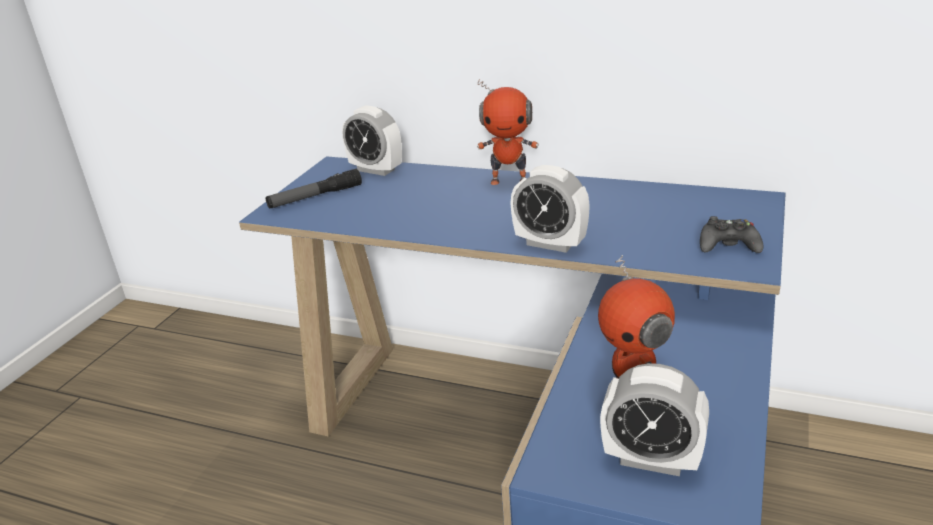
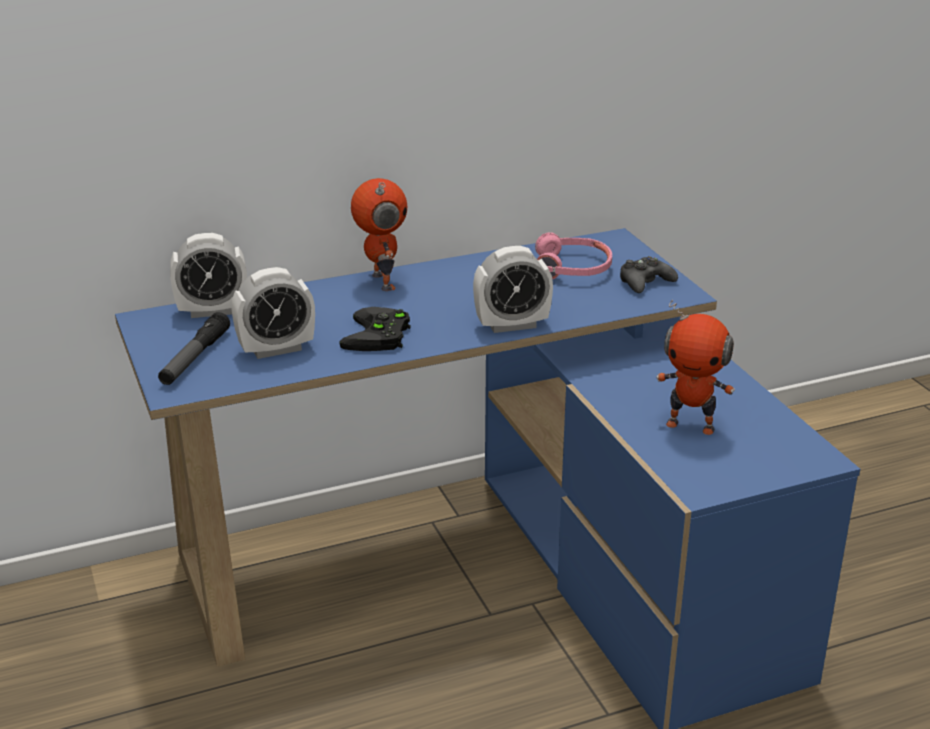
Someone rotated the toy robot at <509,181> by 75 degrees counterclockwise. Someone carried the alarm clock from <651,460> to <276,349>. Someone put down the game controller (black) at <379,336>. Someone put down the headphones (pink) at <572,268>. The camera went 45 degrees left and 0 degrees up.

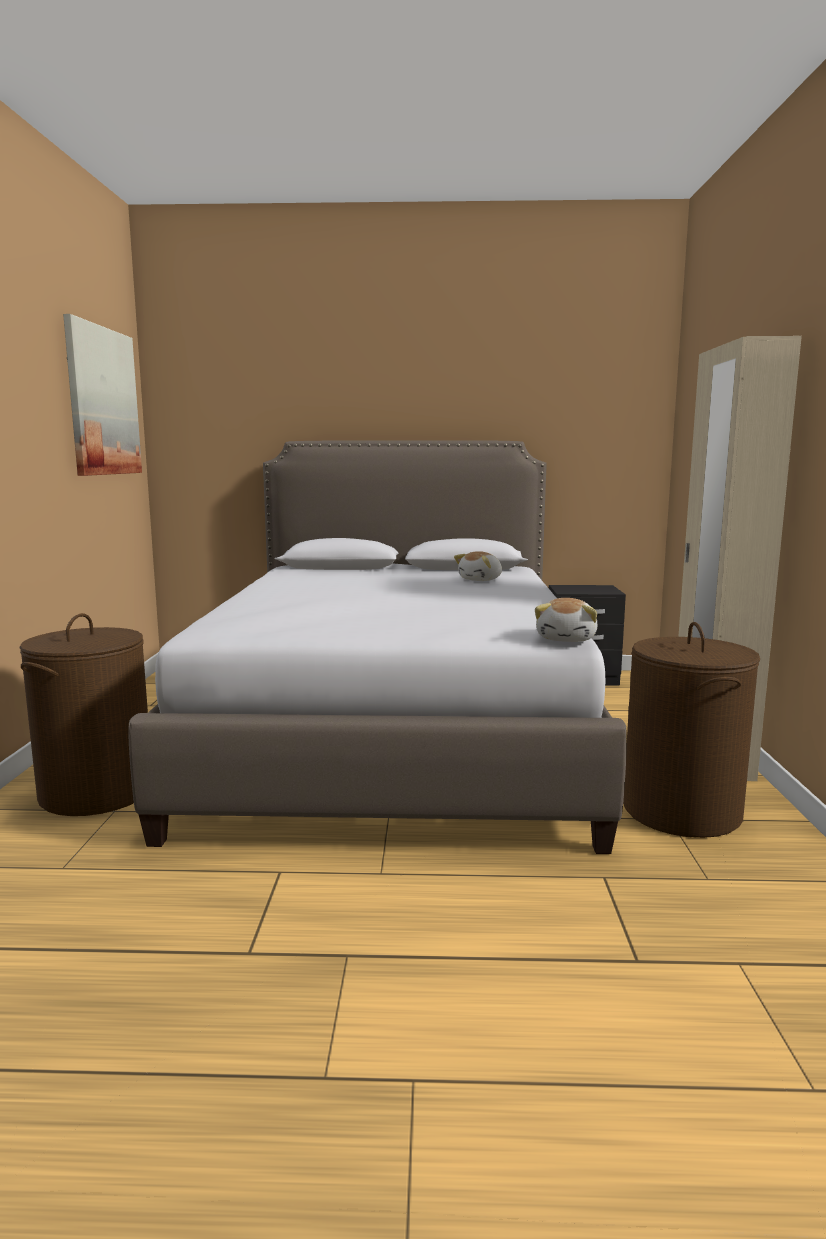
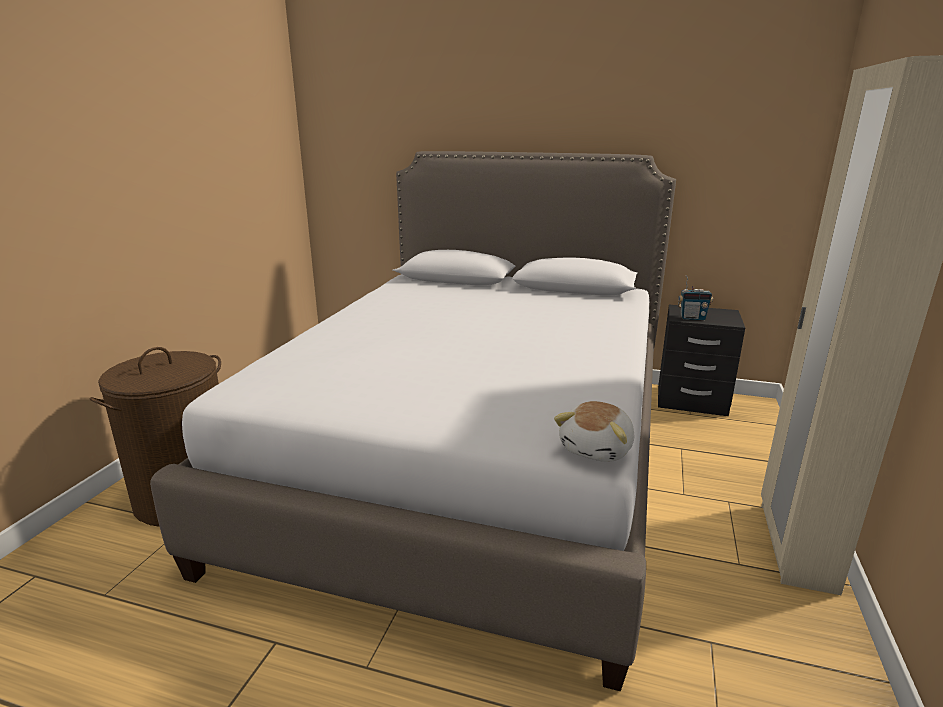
Someone took away the picture at <102,401>. Someone took away the plush toy at <481,580>. Someone took away the laundry basket (brown) at <682,811>. Someone put down the radio at <692,318>. The camera went 15 degrees right and 10 degrees up.

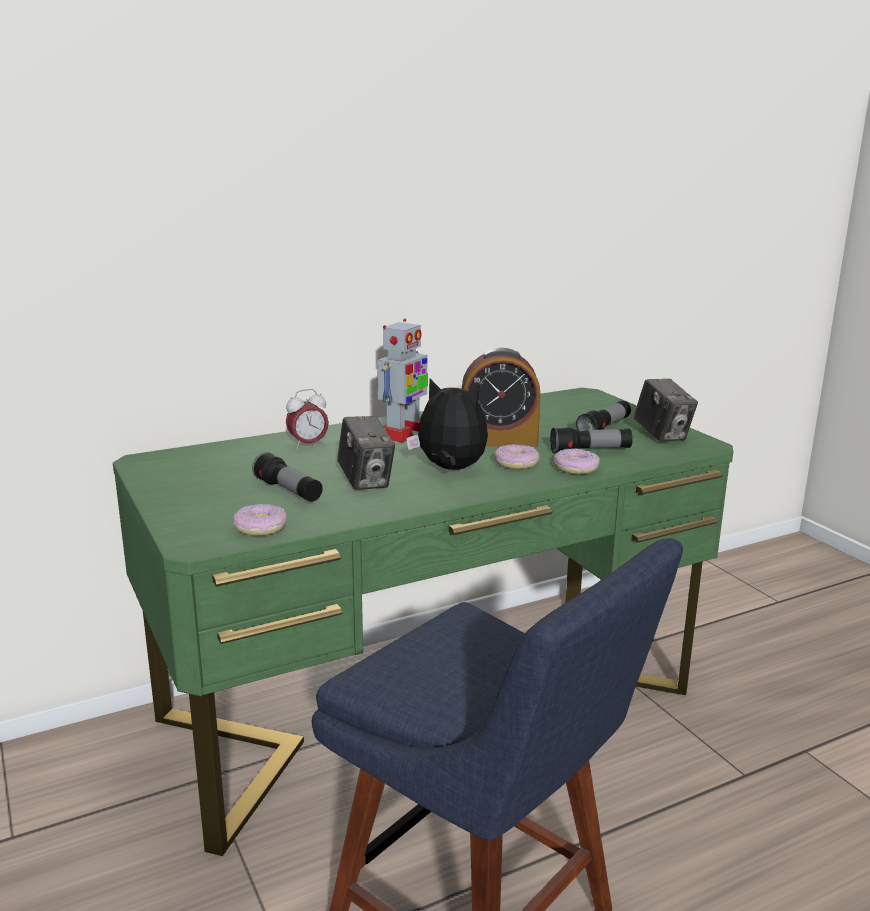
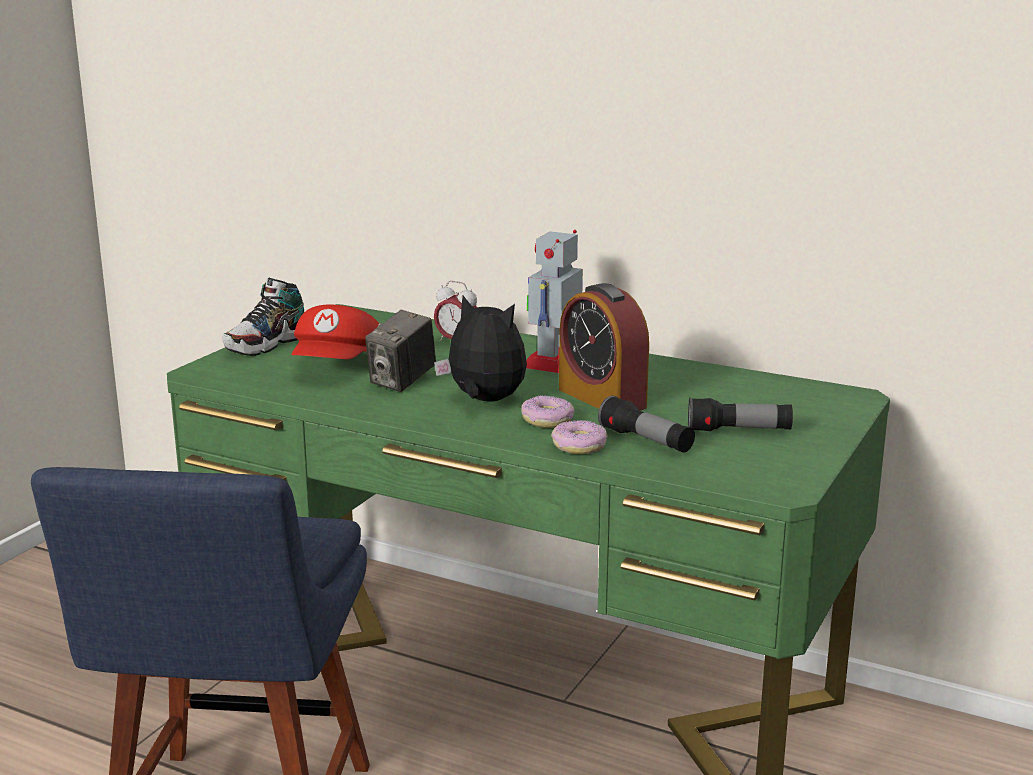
Someone took away the donut at <260,527>. Someone swapped the flashlight at <288,491> for the cap (red) at <340,366>. Someone rotated the toy robot at <403,432> by 120 degrees clockwise. Someone rotated the plush toy at <450,469> by 45 degrees counterclockwise. Someone took away the photo camera at <662,435>. Someone put down the shoe at <267,344>. The camera went 55 degrees right and 0 degrees up.

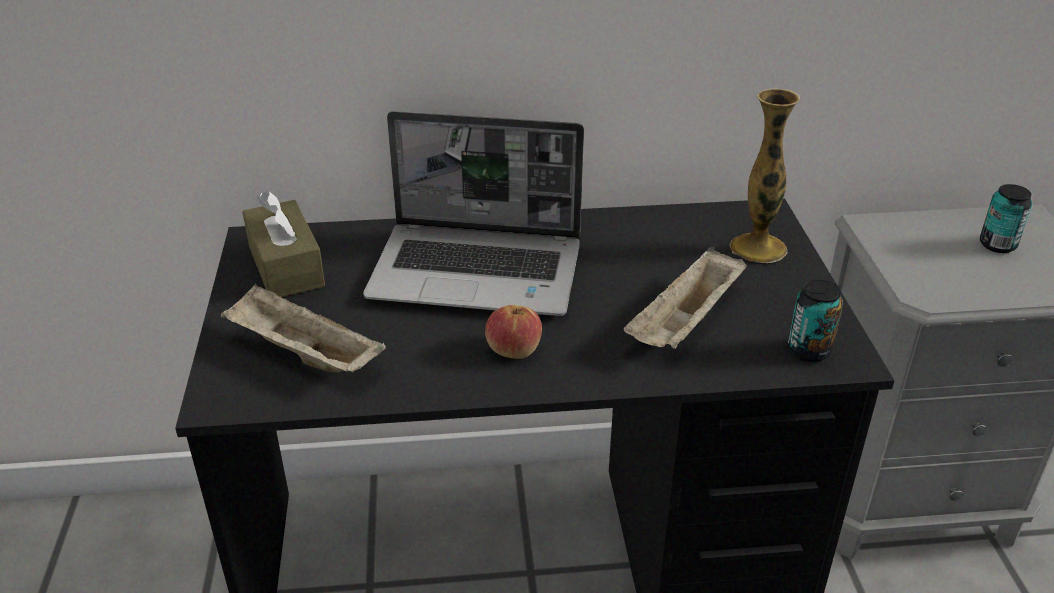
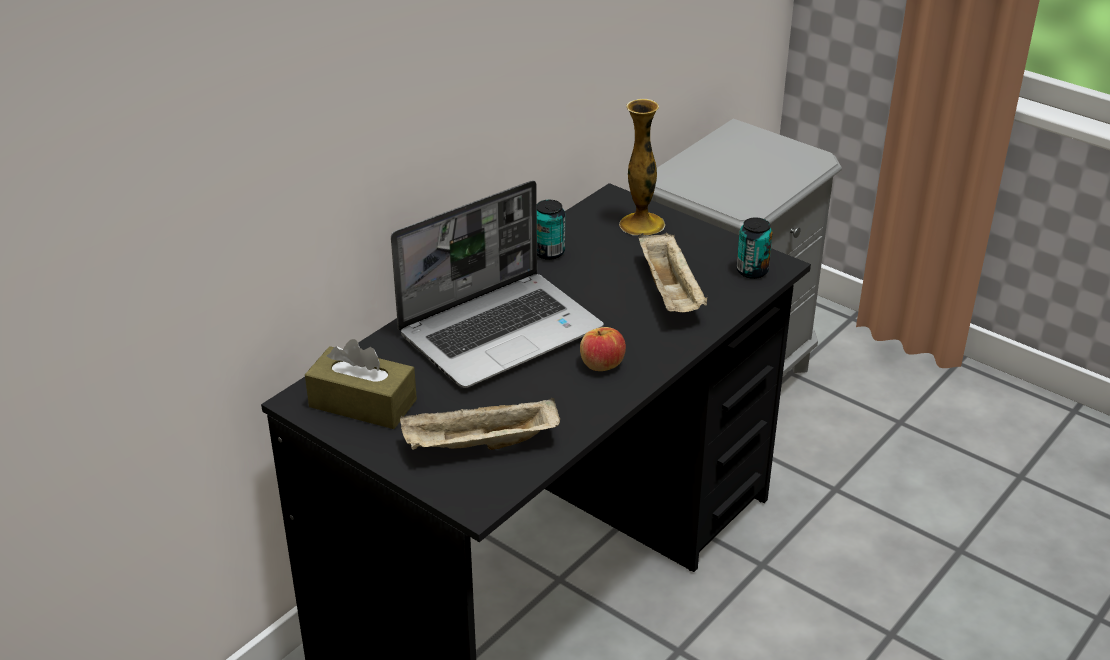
Someone carried the can from <997,245> to <549,252>. The camera went 45 degrees left and 0 degrees up.

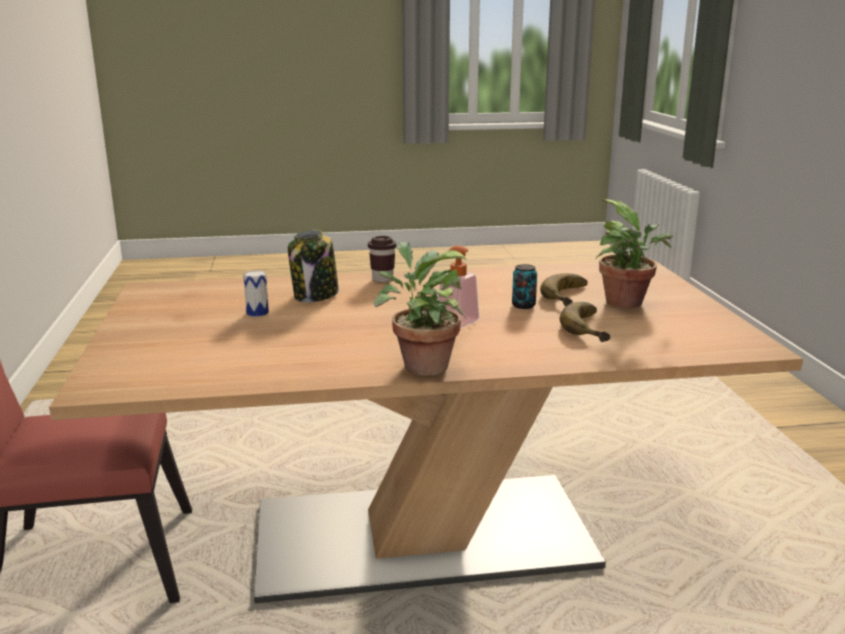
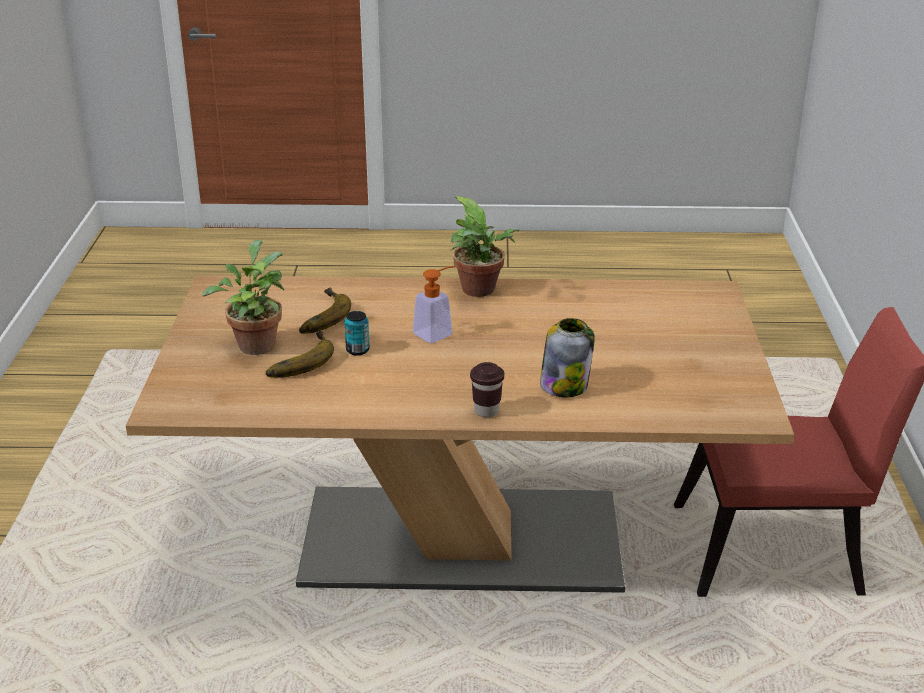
Someone took away the can at <257,313>. The camera went 170 degrees left and 10 degrees up.

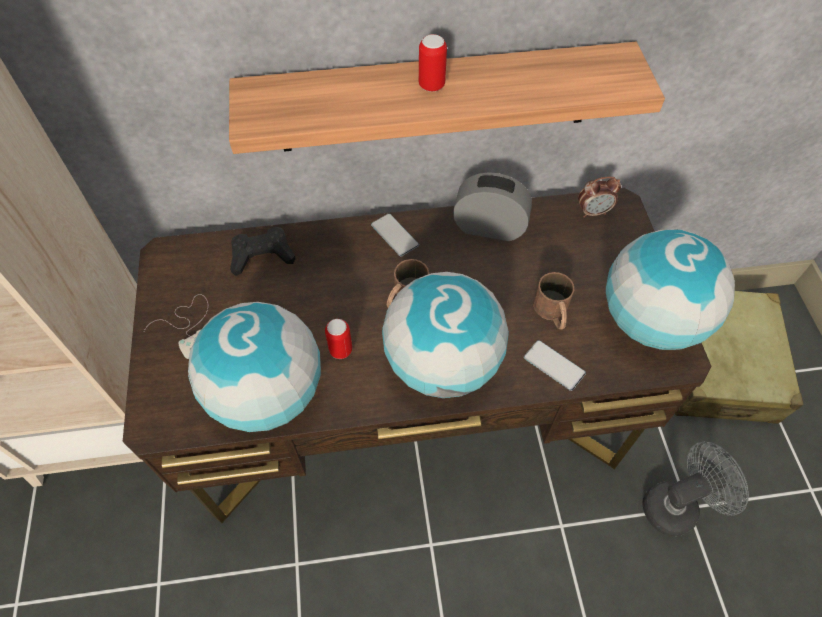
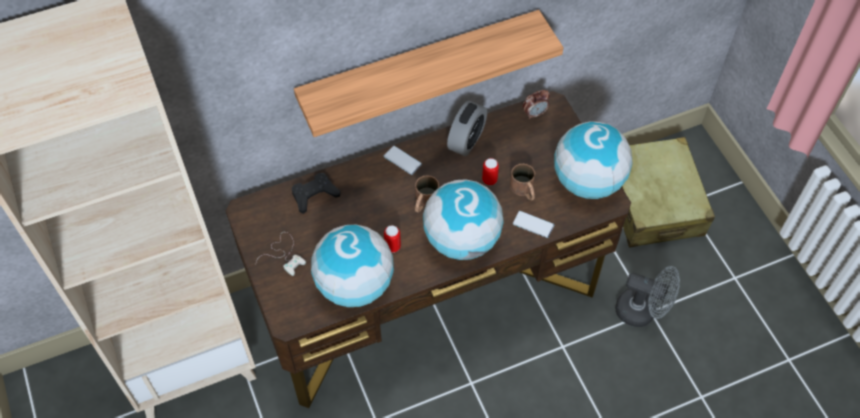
Someone carried the can from <431,85> to <489,180>. Someone rotated the alarm clock at <489,227> by 120 degrees clockwise. Someone rotated the fan (grey) at <677,505> by 60 degrees clockwise. The camera went 15 degrees left and 0 degrees up.

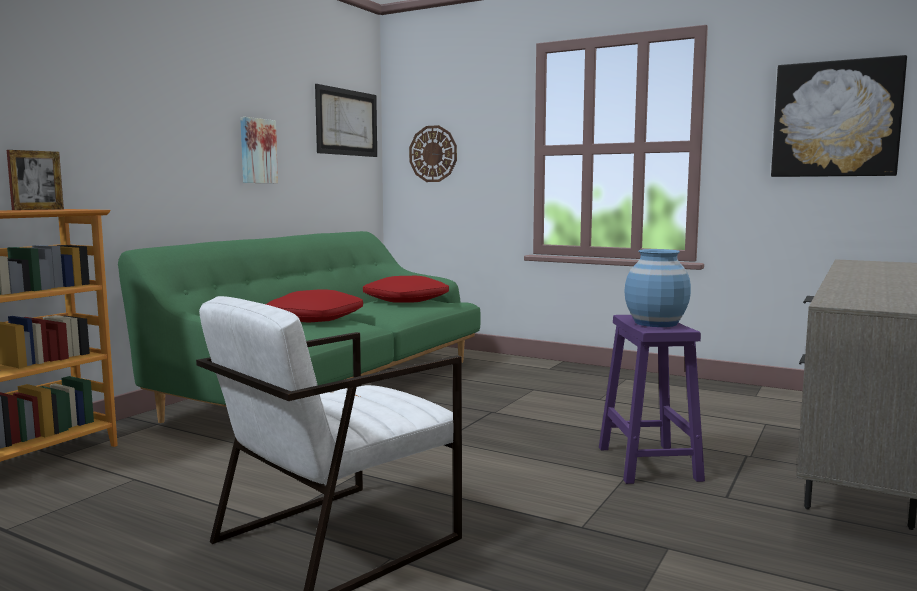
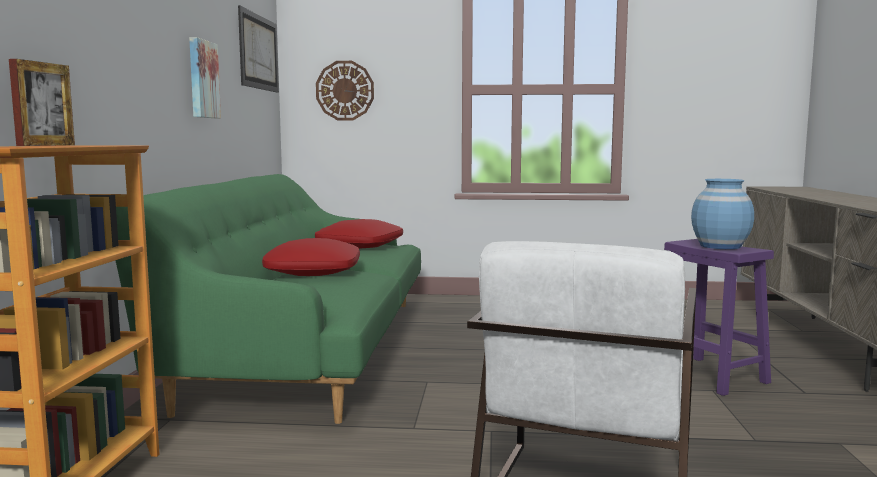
Someone took away the picture at <836,119>. The camera went 25 degrees left and 0 degrees up.

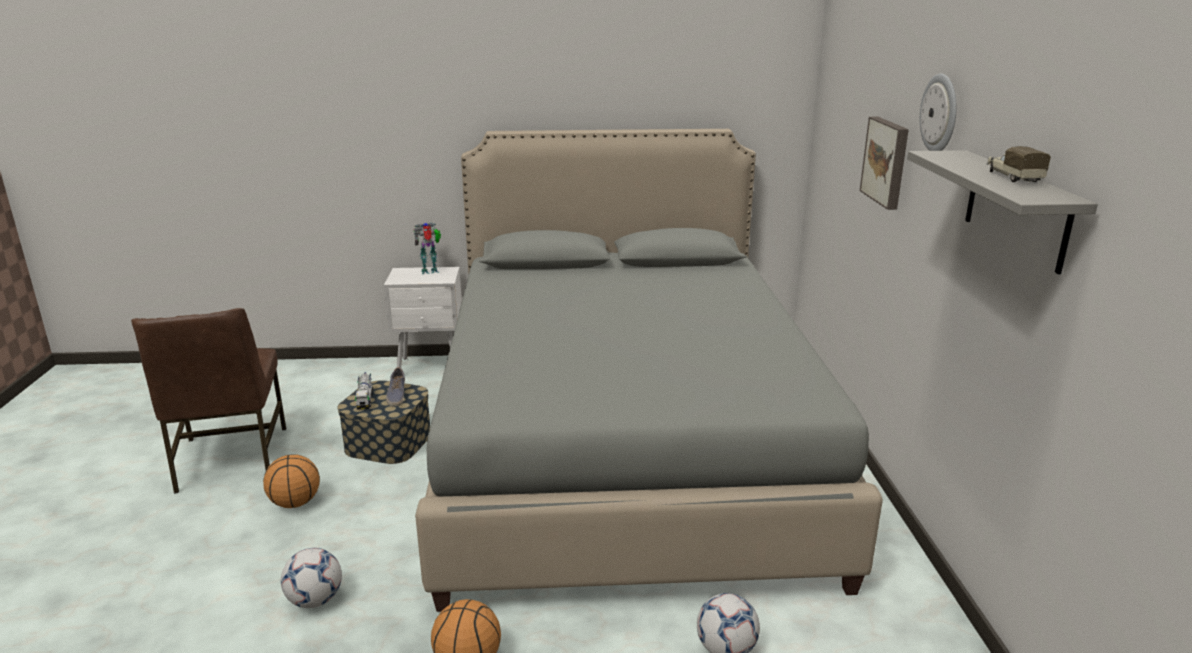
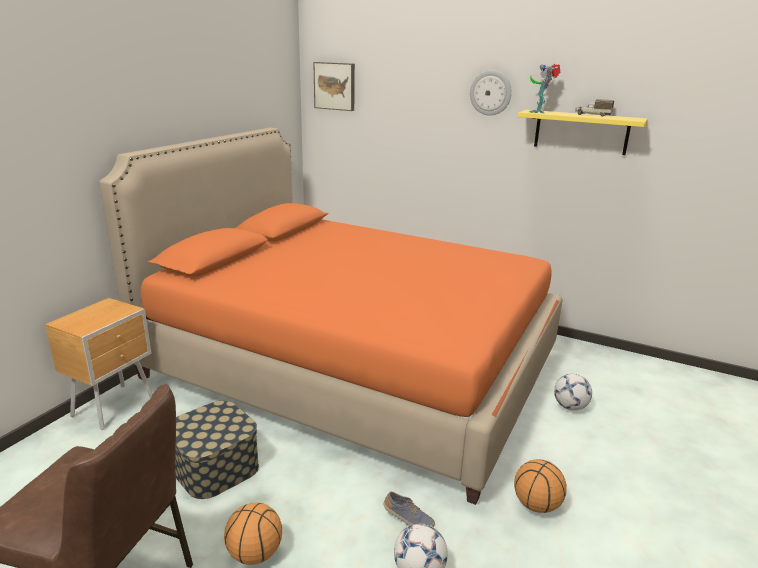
Someone took away the toy truck at <365,399>. Someone repainted the nightstand (white) at <432,368>, which became the nightstand (brown) at <115,406>. Someone carried the shoe from <396,395> to <408,519>. Someone carried the toy robot from <430,271> to <539,112>. Someone repainted the bed (grey) at <623,448>, which became the bed (orange) at <353,366>. Someone carried the picture from <887,161> to <335,86>. Someone repainted the shelf (grey) at <1016,209>, which became the shelf (yellow) at <581,132>. The camera went 60 degrees left and 0 degrees up.

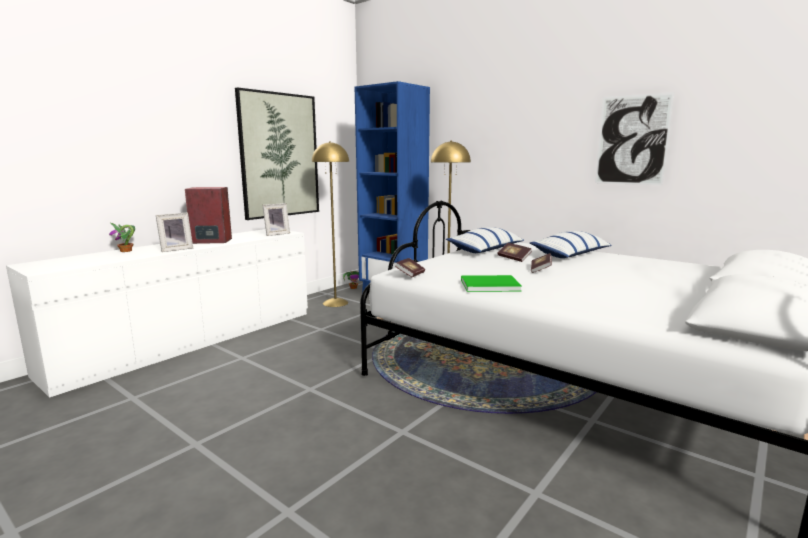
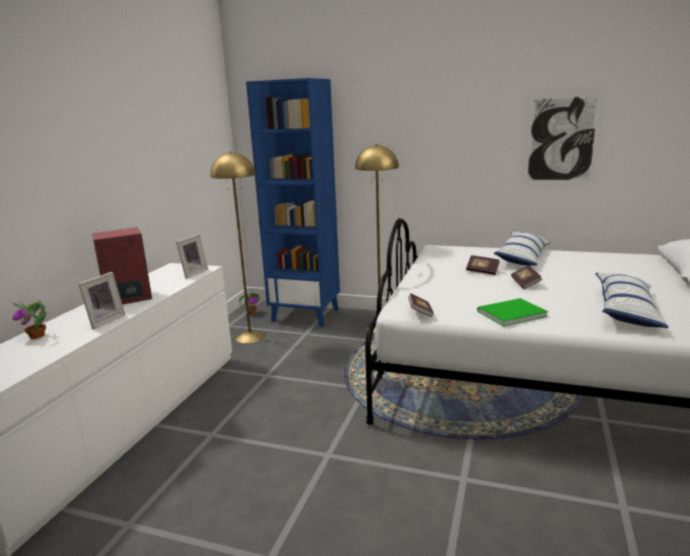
Someone took away the picture at <279,155>. Someone carried the pillow from <485,249> to <626,310>. The camera went 20 degrees left and 5 degrees up.

